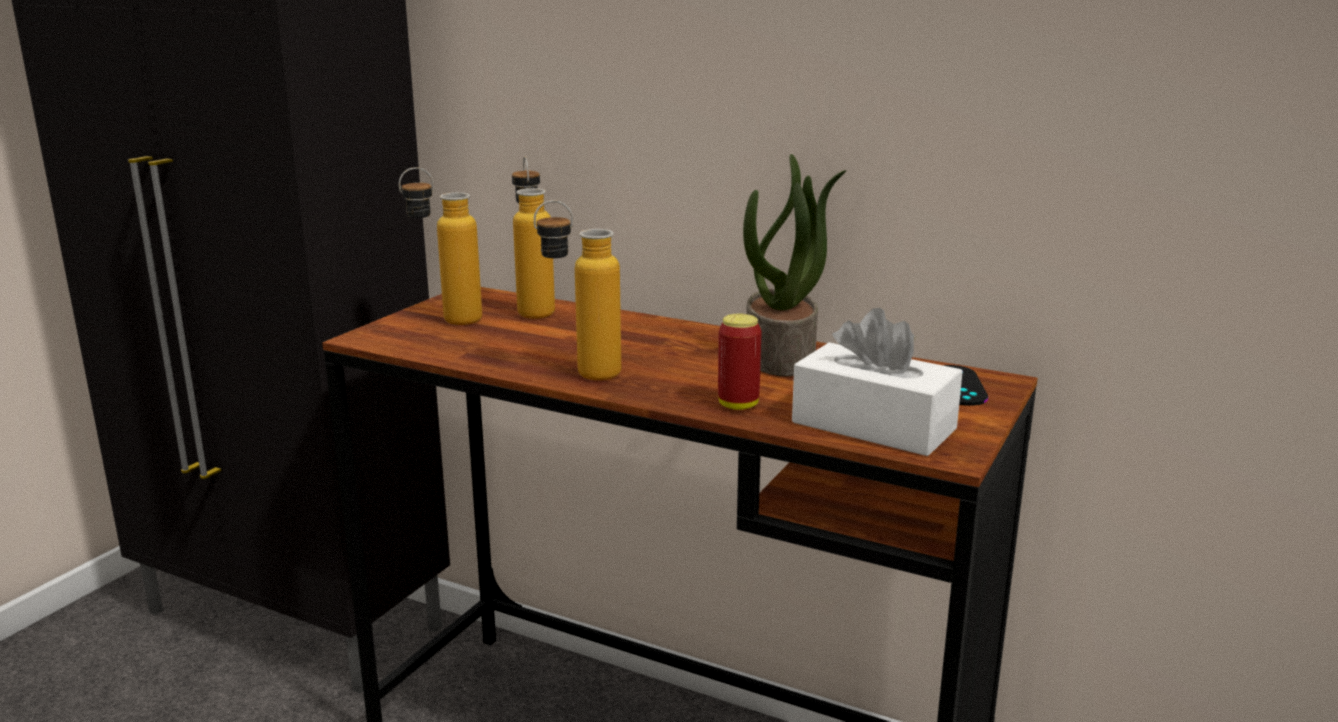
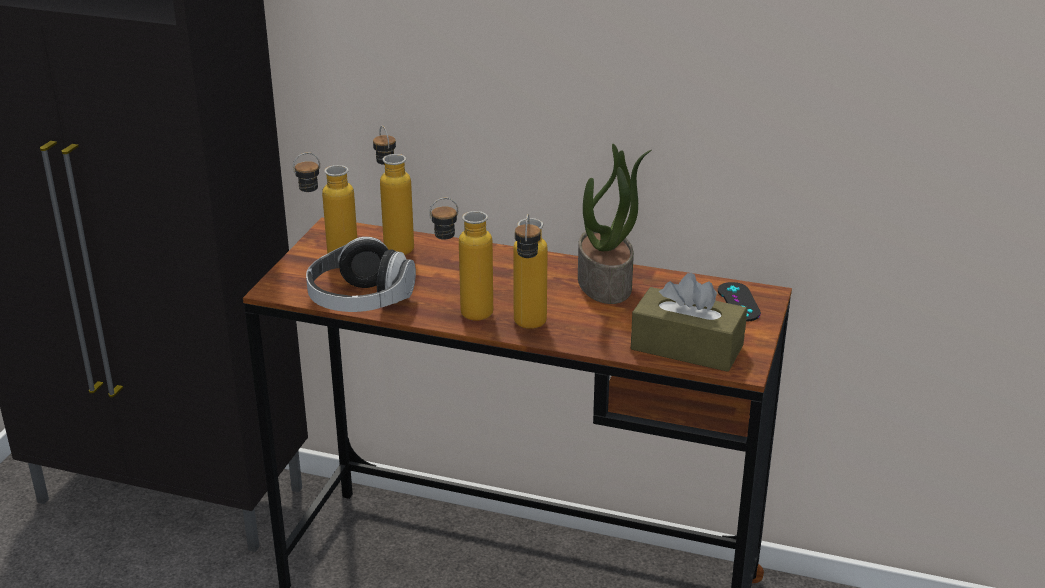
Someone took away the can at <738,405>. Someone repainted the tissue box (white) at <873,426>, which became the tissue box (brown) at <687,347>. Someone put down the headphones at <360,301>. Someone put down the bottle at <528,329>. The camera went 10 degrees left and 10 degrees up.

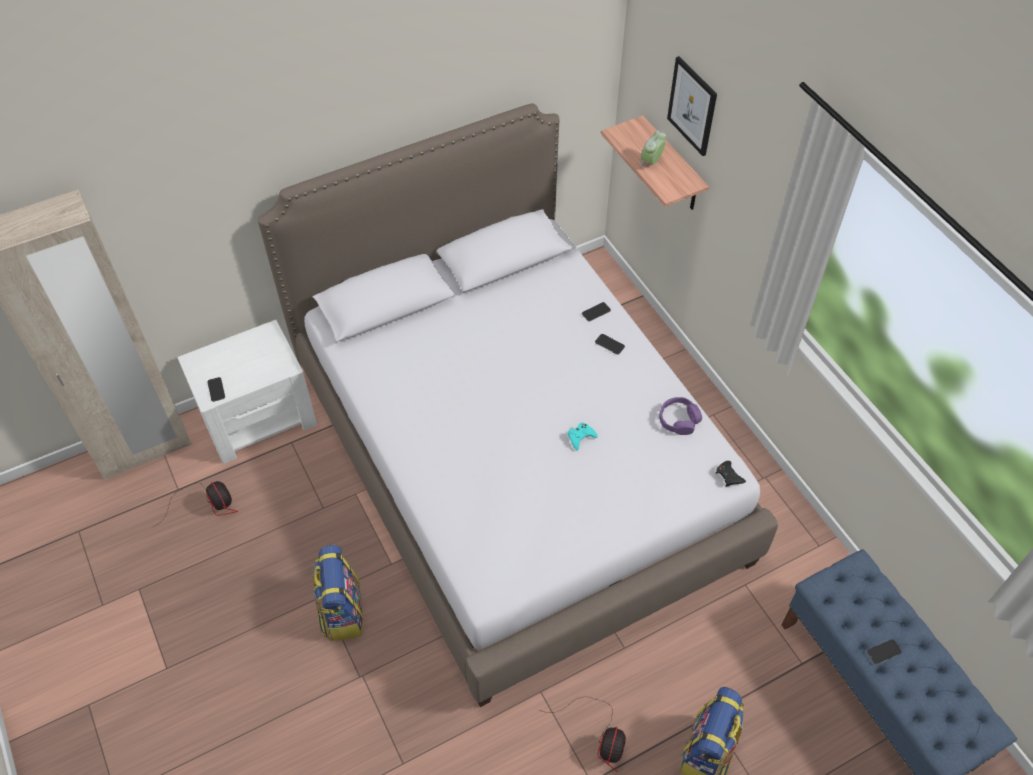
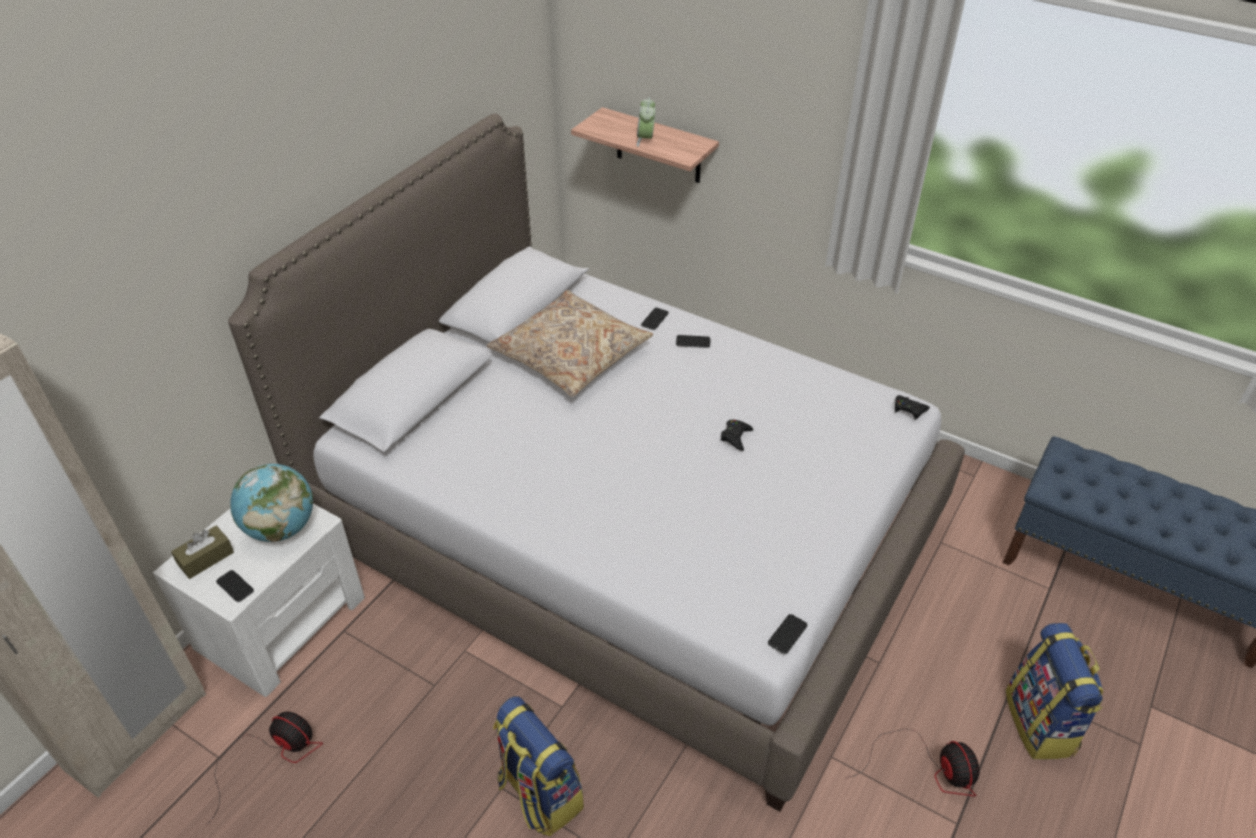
Someone repainted the game controller (turquoise) at <580,437>, which became the game controller (black) at <735,437>. Someone took away the headphones (purple) at <679,420>. Someone took away the picture at <692,106>. Someone carried the phone from <883,652> to <787,634>. Someone put down the tissue box (brown) at <206,558>. Someone put down the globe at <281,528>. Someone put down the pillow (beige) at <570,355>. The camera went 30 degrees left and 10 degrees down.

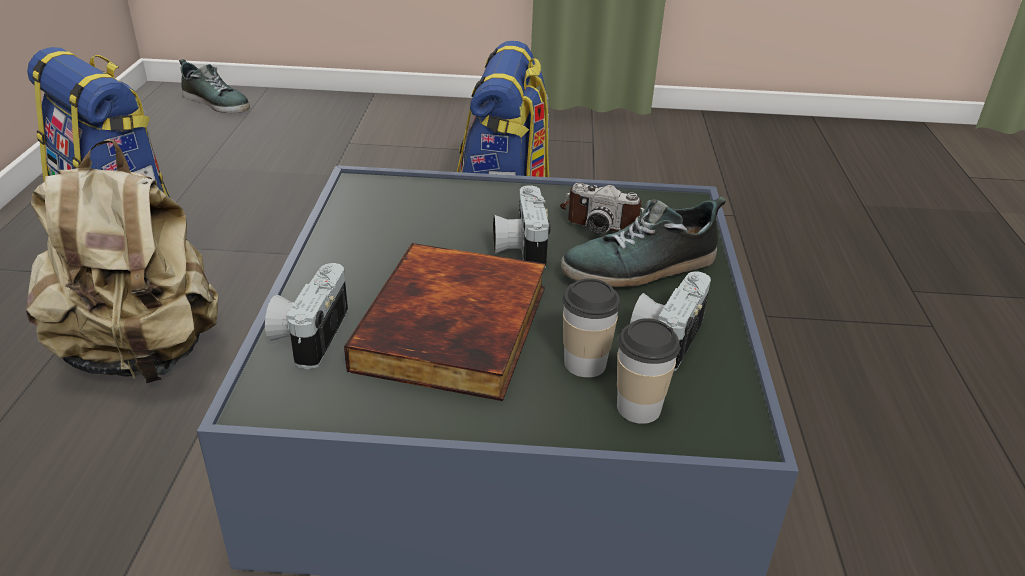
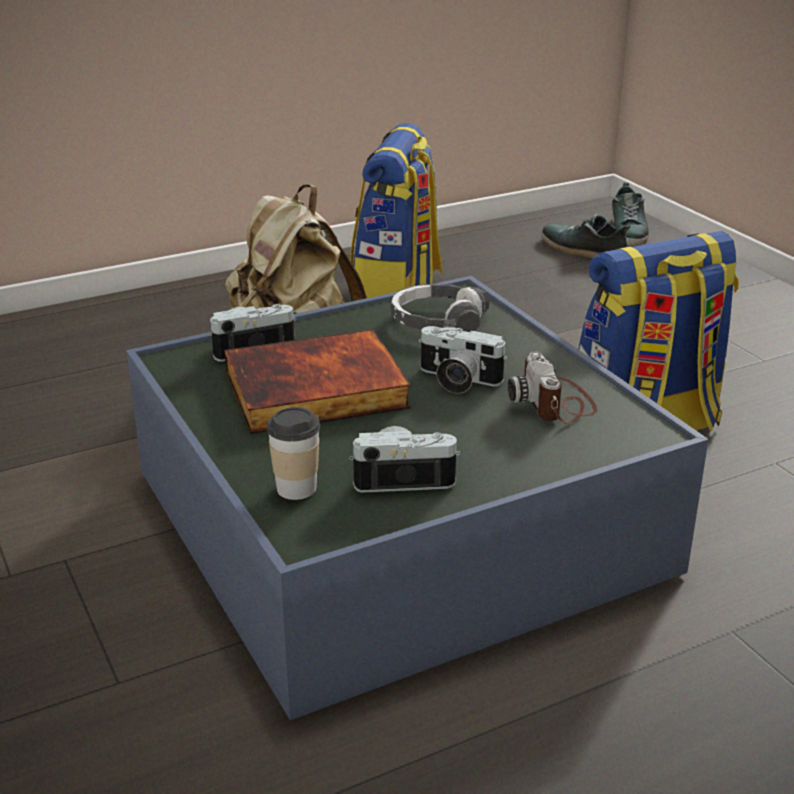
Someone rotated the photo camera at <519,247> by 120 degrees counterclockwise. Someone carried the shoe from <641,266> to <582,250>. Someone took away the cup at <585,363>. Someone put down the headphones at <437,322>. The camera went 60 degrees right and 5 degrees down.

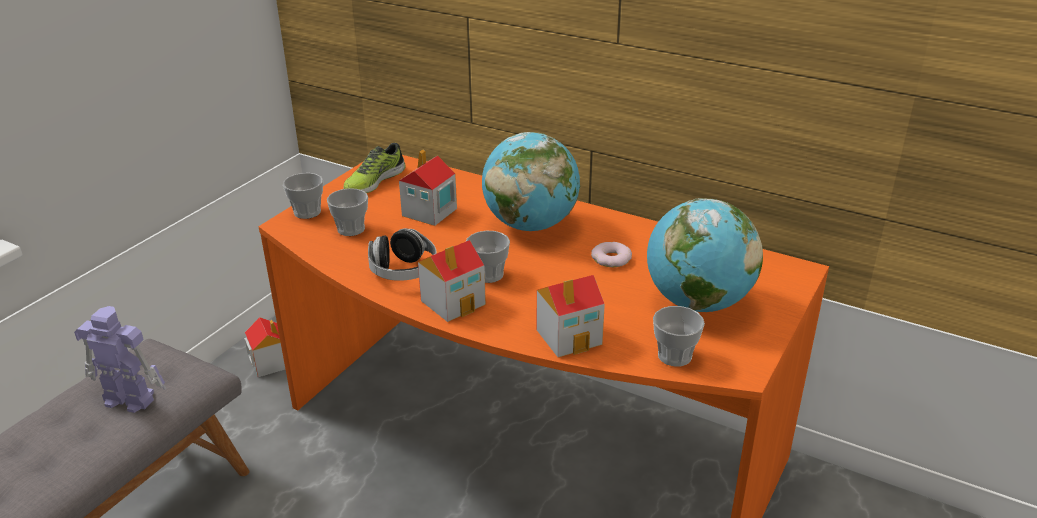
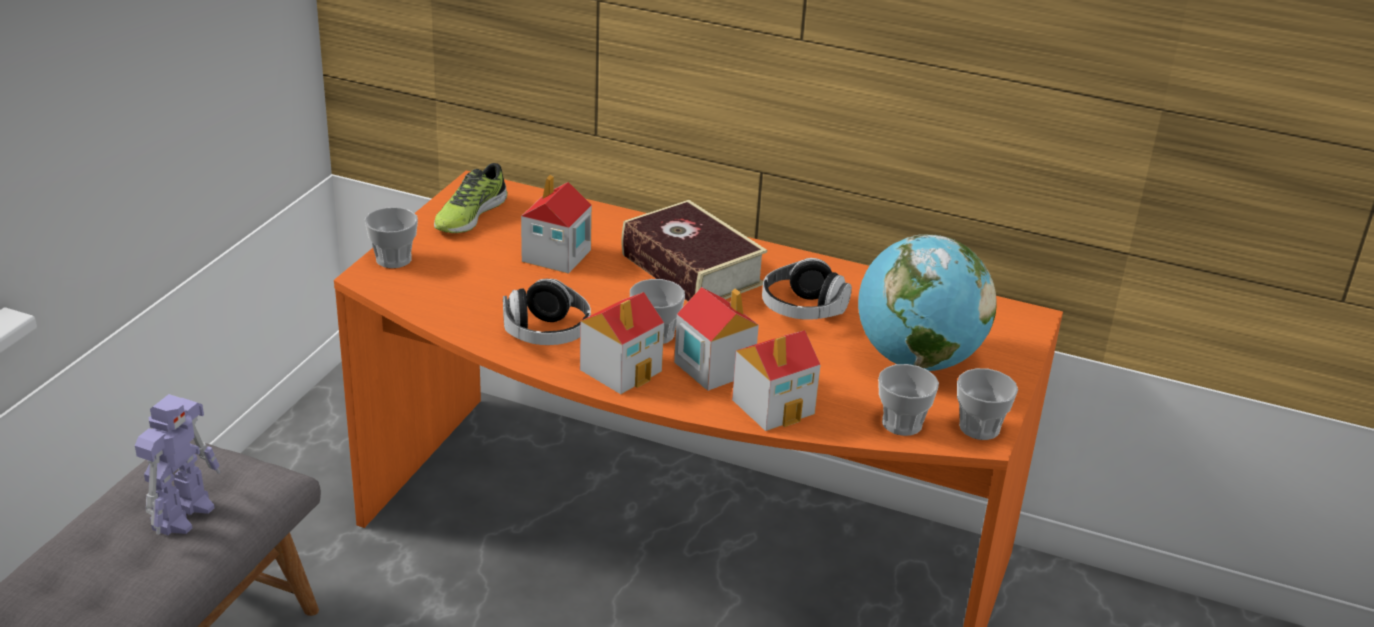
Someone rotated the toy robot at <128,398> by 105 degrees clockwise. Someone carried the toy house from <270,362> to <713,367>. Someone carried the cup from <351,229> to <979,428>. Someone swapped the globe at <530,225> for the book at <691,269>. Someone swapped the donut at <611,259> for the headphones at <802,310>. The camera went 10 degrees left and 0 degrees up.

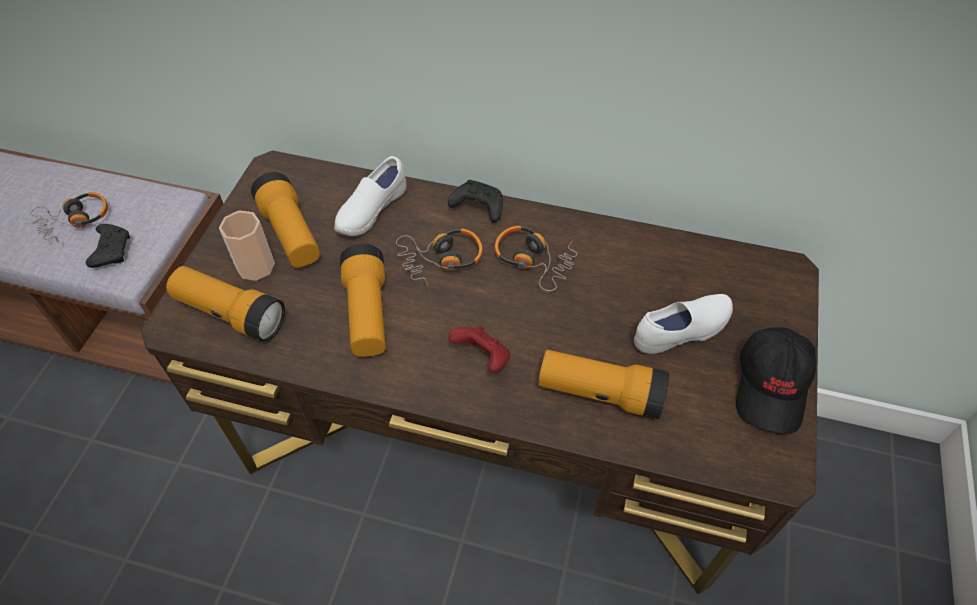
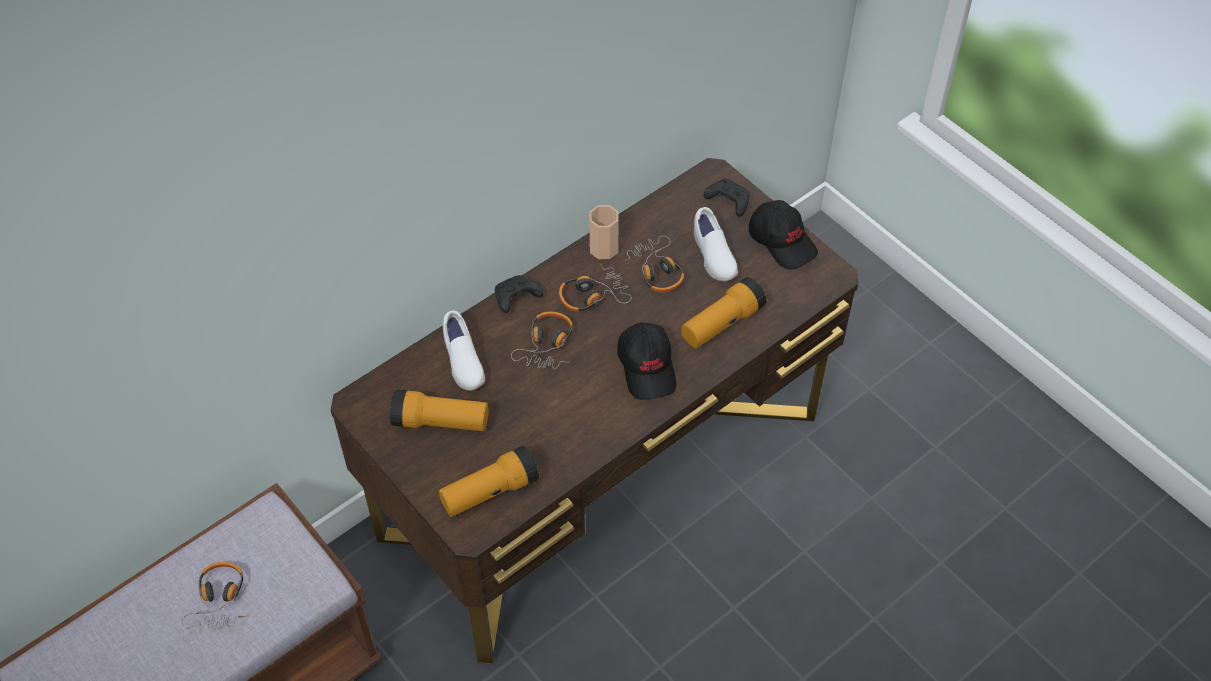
Someone carried the game controller (black) from <112,250> to <727,201>. Someone carried the cup from <255,266> to <604,248>. Someone took away the flashlight at <367,312>. Someone swapped the game controller (red) at <483,358> for the cap (black) at <648,367>. Someone rotated the shoe (white) at <682,332> by 150 degrees clockwise. Someone put down the headphones at <656,271>. The camera went 55 degrees left and 0 degrees up.

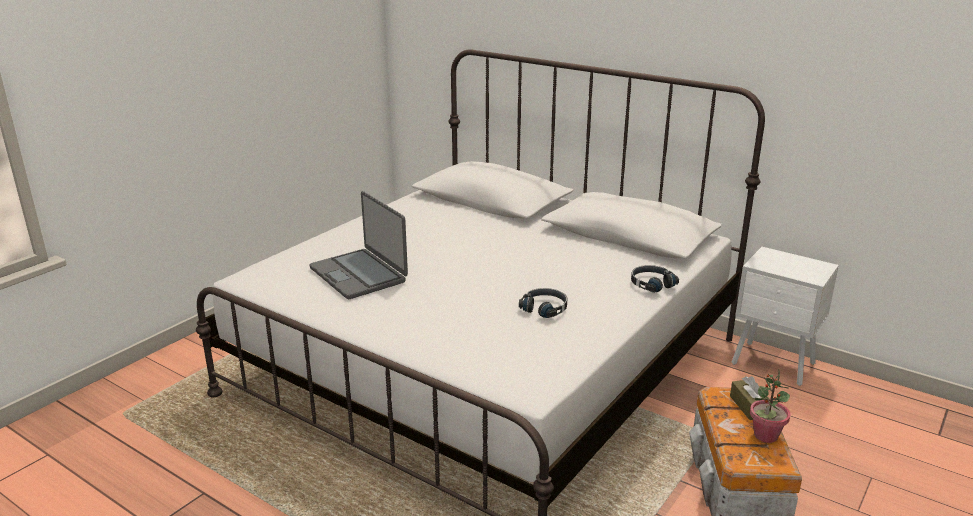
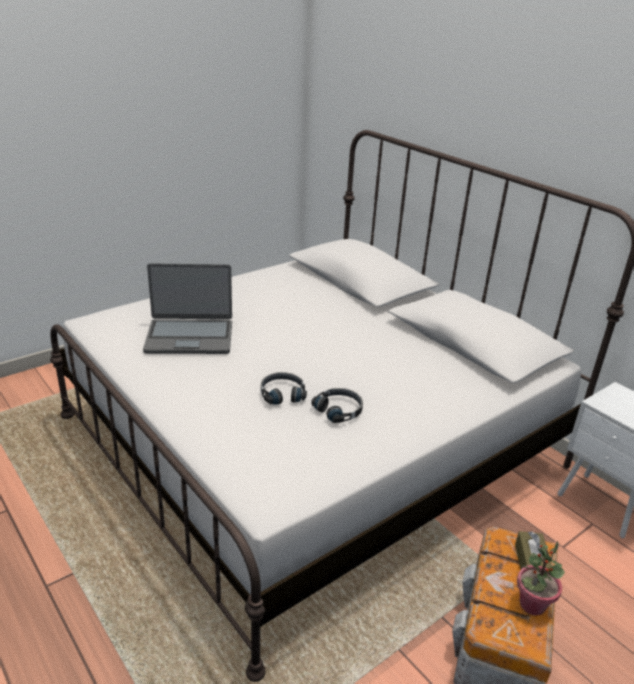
Someone rotated the laptop at <359,274> by 75 degrees counterclockwise. Someone carried the headphones (black) from <651,284> to <282,393>. The camera went 15 degrees right and 5 degrees up.

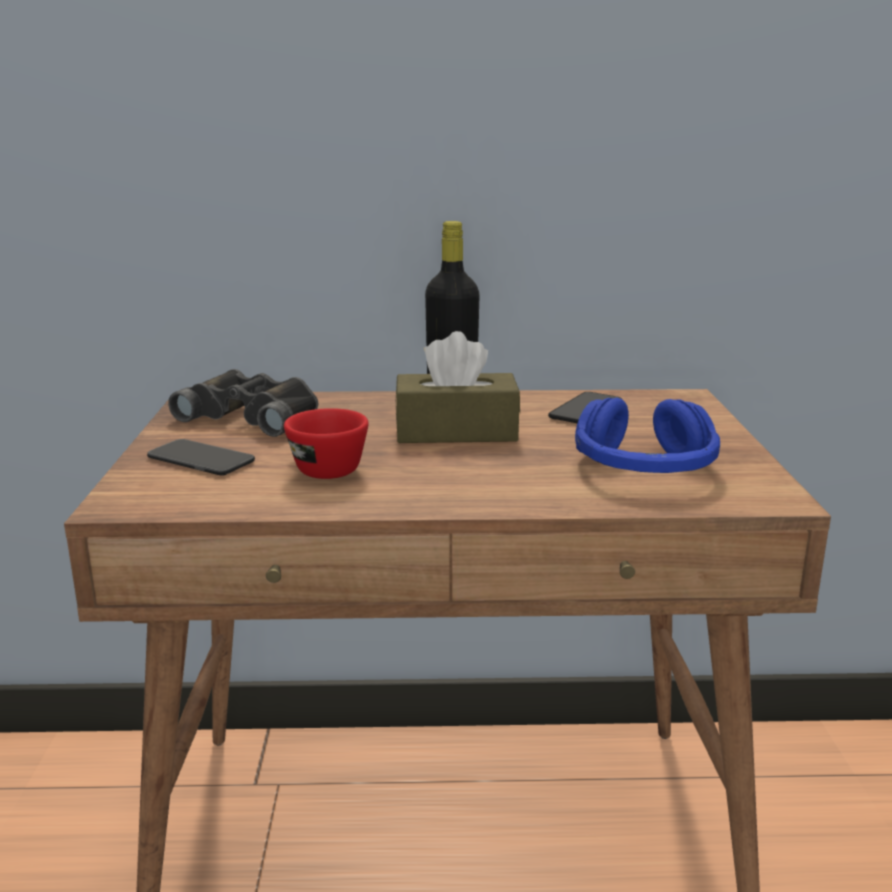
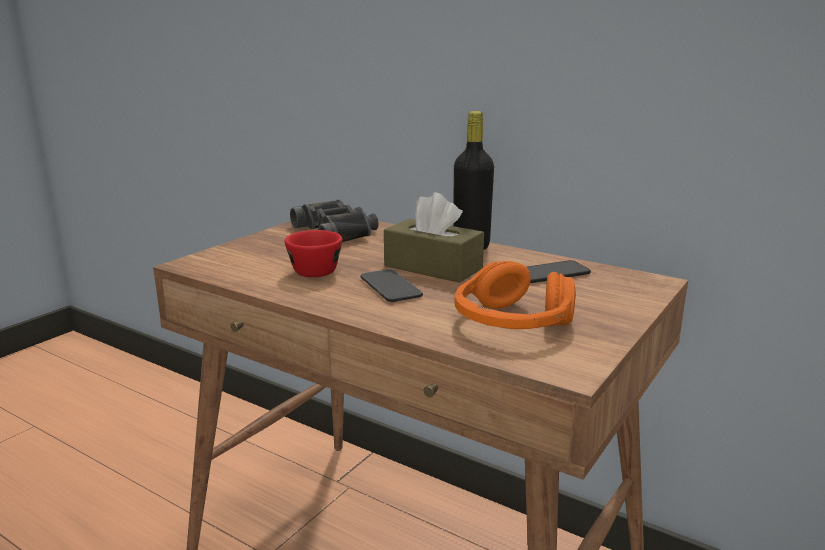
Someone carried the phone from <201,459> to <390,287>. Someone repainted the headphones (blue) at <644,468>, which became the headphones (orange) at <511,322>. The camera went 35 degrees right and 0 degrees up.

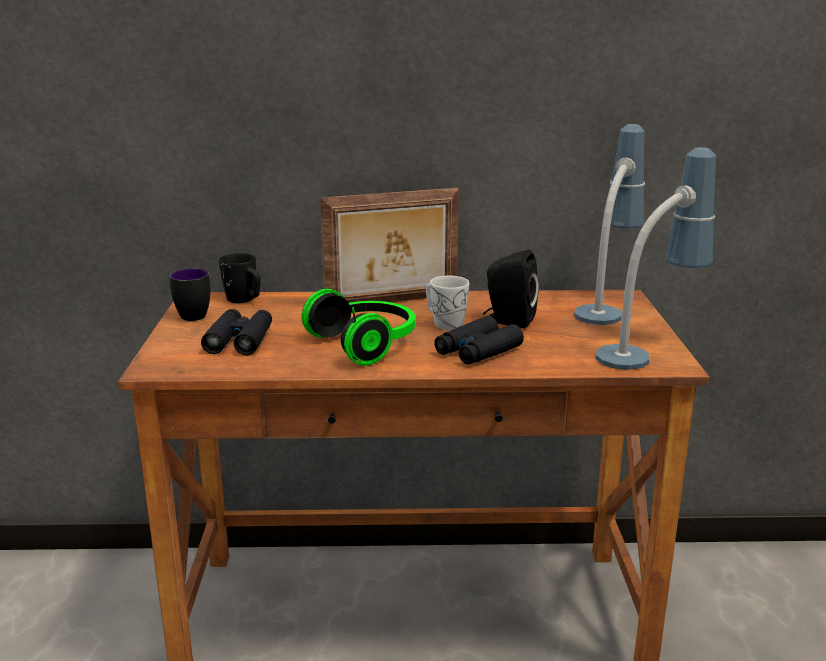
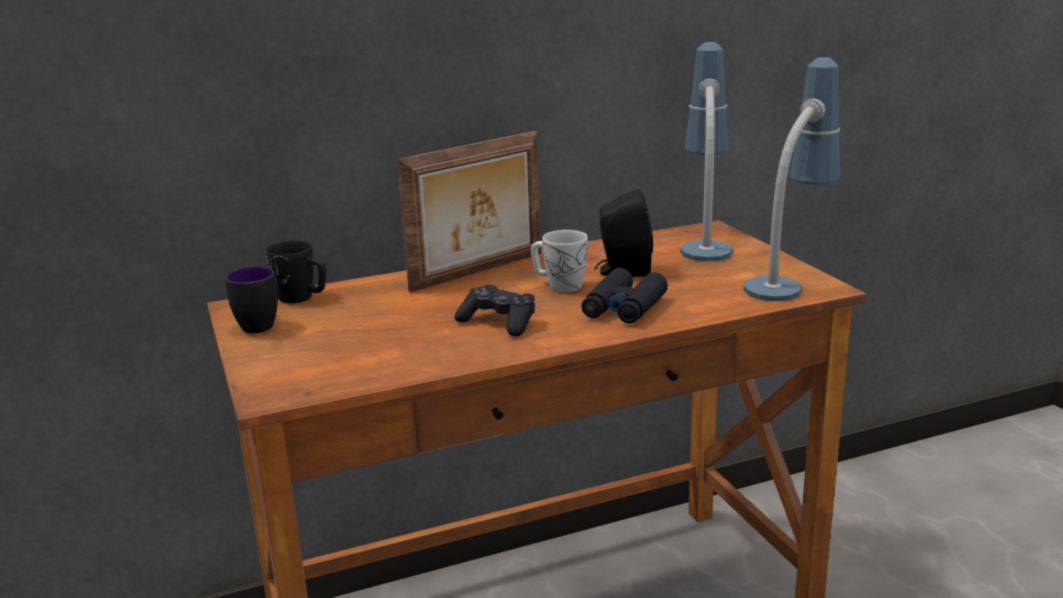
Someone took away the binoculars (black) at <239,340>. Someone swapped the headphones at <367,344> for the game controller (black) at <498,322>. The camera went 20 degrees left and 0 degrees up.

